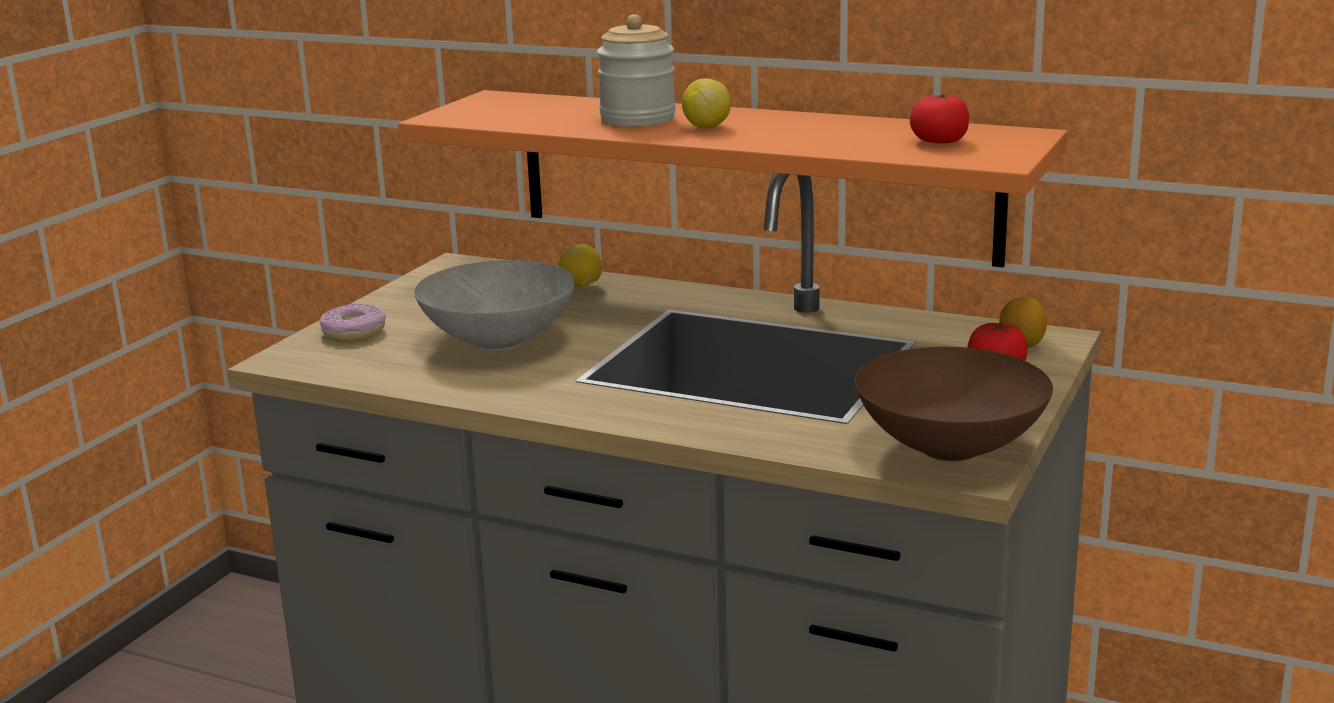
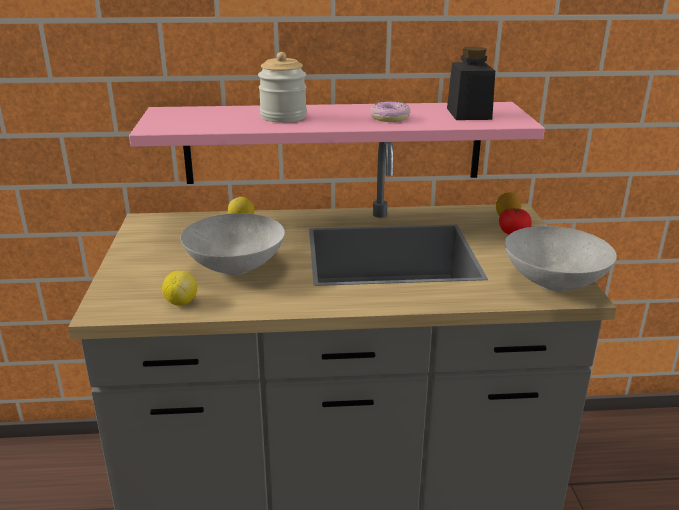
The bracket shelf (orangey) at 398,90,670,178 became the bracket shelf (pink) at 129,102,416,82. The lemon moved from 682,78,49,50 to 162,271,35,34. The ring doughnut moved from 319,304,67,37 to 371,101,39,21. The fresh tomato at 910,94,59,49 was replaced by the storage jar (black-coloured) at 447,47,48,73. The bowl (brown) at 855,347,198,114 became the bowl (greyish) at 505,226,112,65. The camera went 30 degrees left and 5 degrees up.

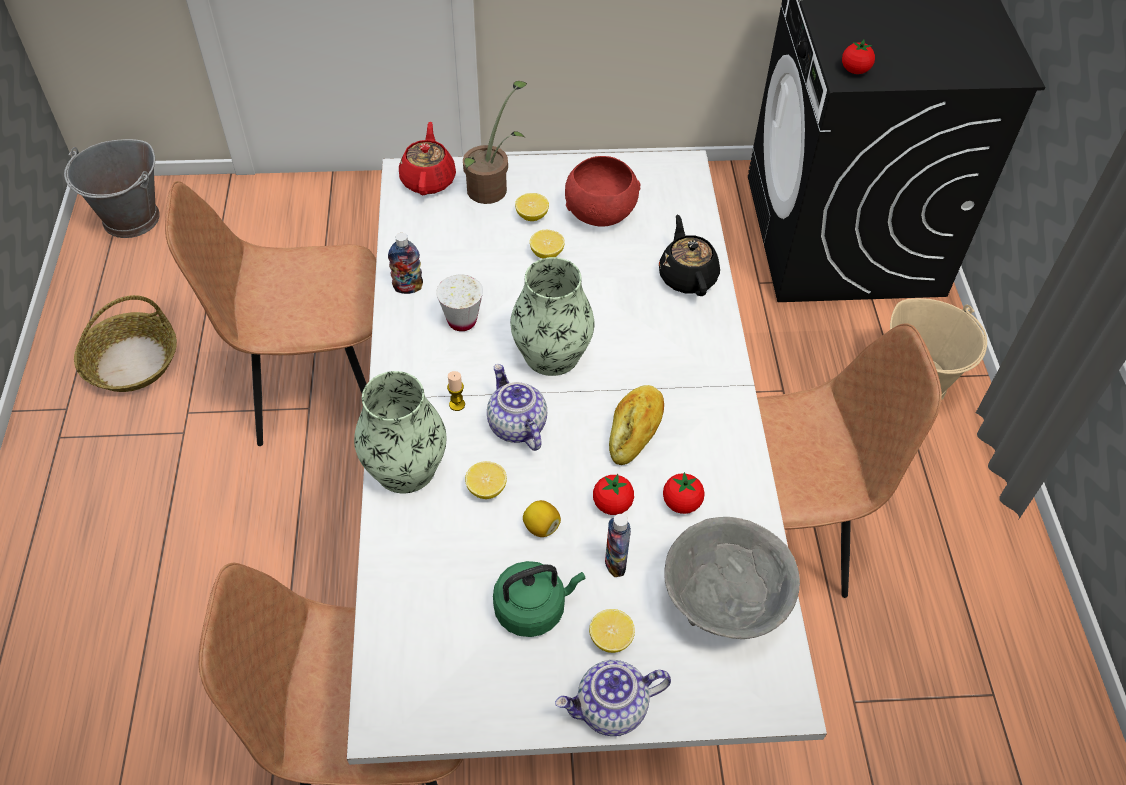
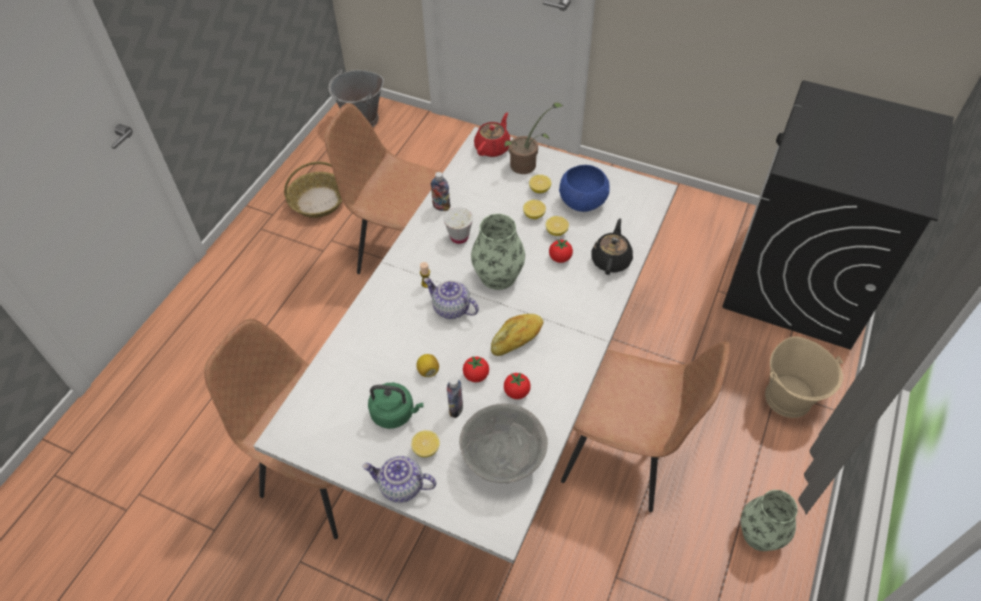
The teapot at 487,364,60,87 turned 60 degrees counterclockwise. The lemon moved from 465,461,42,38 to 546,216,23,20. The fresh tomato moved from 842,40,33,34 to 549,239,24,24. The bowl (red-coloured) at 565,156,76,71 became the bowl (blue-coloured) at 559,165,51,47. The flower vase moved from 354,371,92,122 to 741,490,57,61. The camera went 30 degrees right and 0 degrees up.

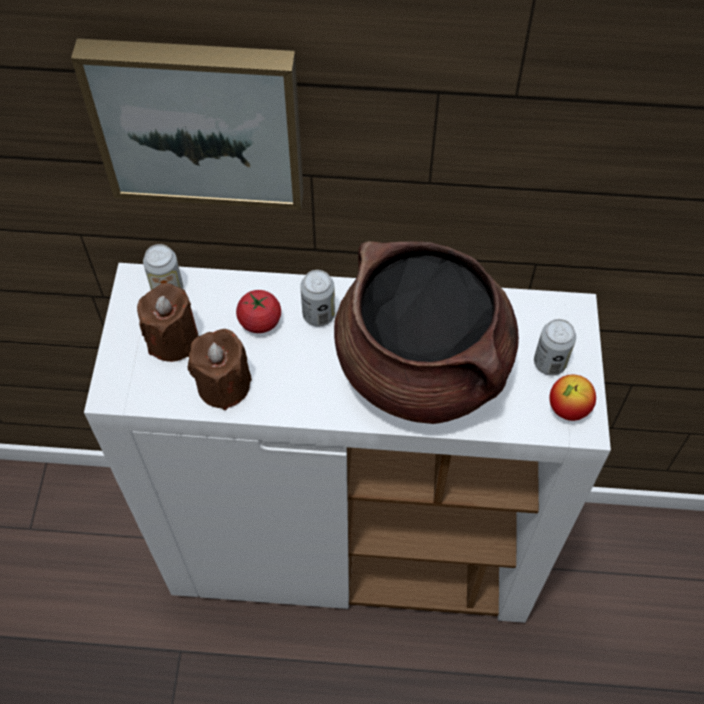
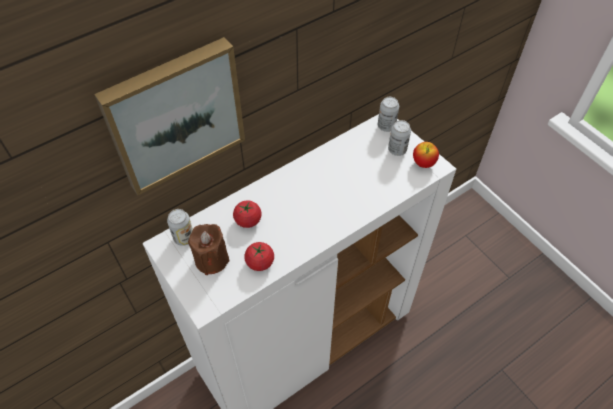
The wax candle (brown) at 188,329,64,81 was replaced by the fresh tomato at 244,242,30,29. The sealed can moved from 300,270,35,57 to 378,97,21,35. The stockpot (brown) at 334,241,185,183 disappeared. The camera went 40 degrees left and 5 degrees down.

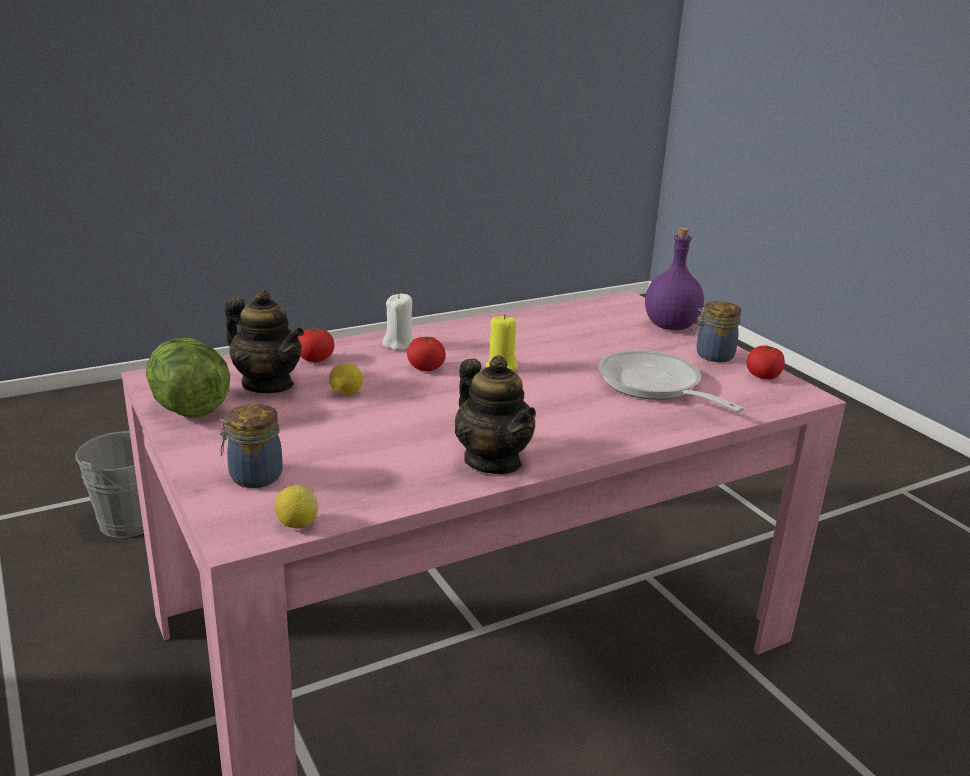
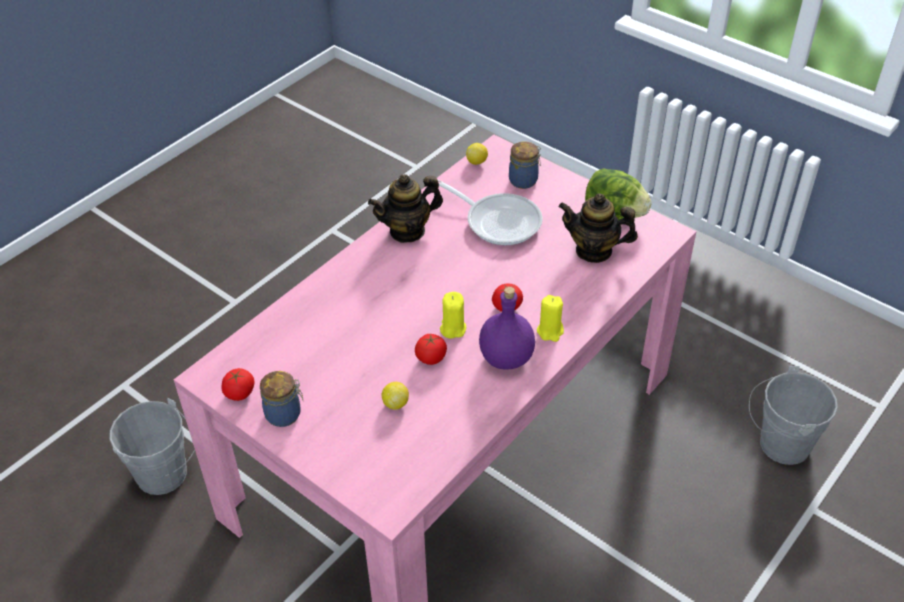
The water bucket (greyish) at 109,398,86,97 appeared. The teapot at 455,356,81,118 turned 60 degrees counterclockwise. The lemon moved from 329,363,34,32 to 382,382,27,28. The fresh tomato moved from 298,328,36,34 to 415,333,32,32. The skillet moved from 599,350,145,62 to 437,179,106,66. The bottle (purple) moved from 645,227,59,103 to 479,287,56,83. The wax candle (white-coloured) at 382,293,32,57 became the wax candle (yellow) at 537,295,27,47. The camera went 160 degrees right and 20 degrees up.

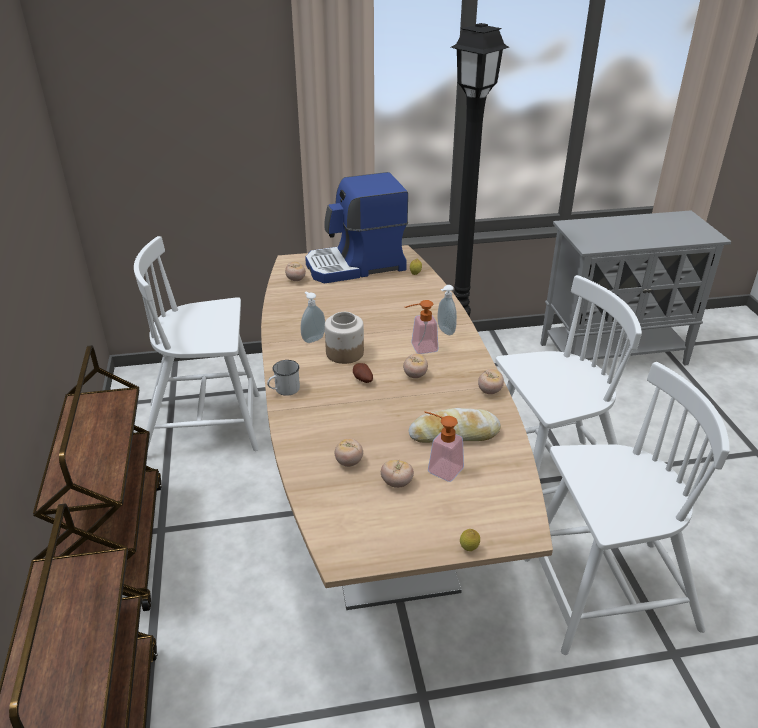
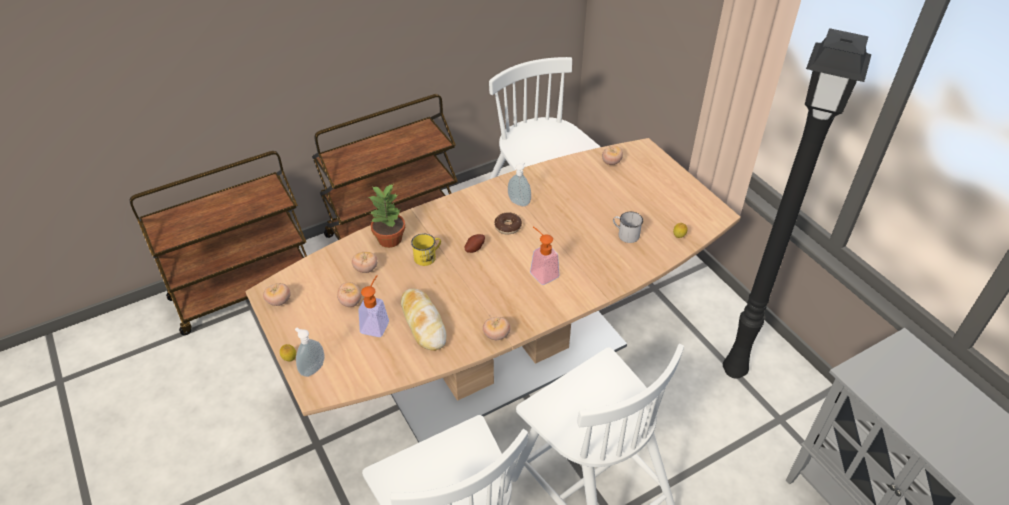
The fresh tomato moved from 403,354,25,24 to 263,283,28,23. The soap bottle moved from 438,285,19,50 to 295,328,29,49. The houseplant at 369,184,36,64 appeared. The mug (yellow) at 411,234,30,32 appeared. The storage jar at 325,312,39,52 was replaced by the ring doughnut at 494,212,28,23. The mug (white-coloured) moved from 267,360,33,36 to 613,212,30,31. The coffee brewer at 305,172,103,111 disappeared. The camera went 70 degrees right and 10 degrees up.

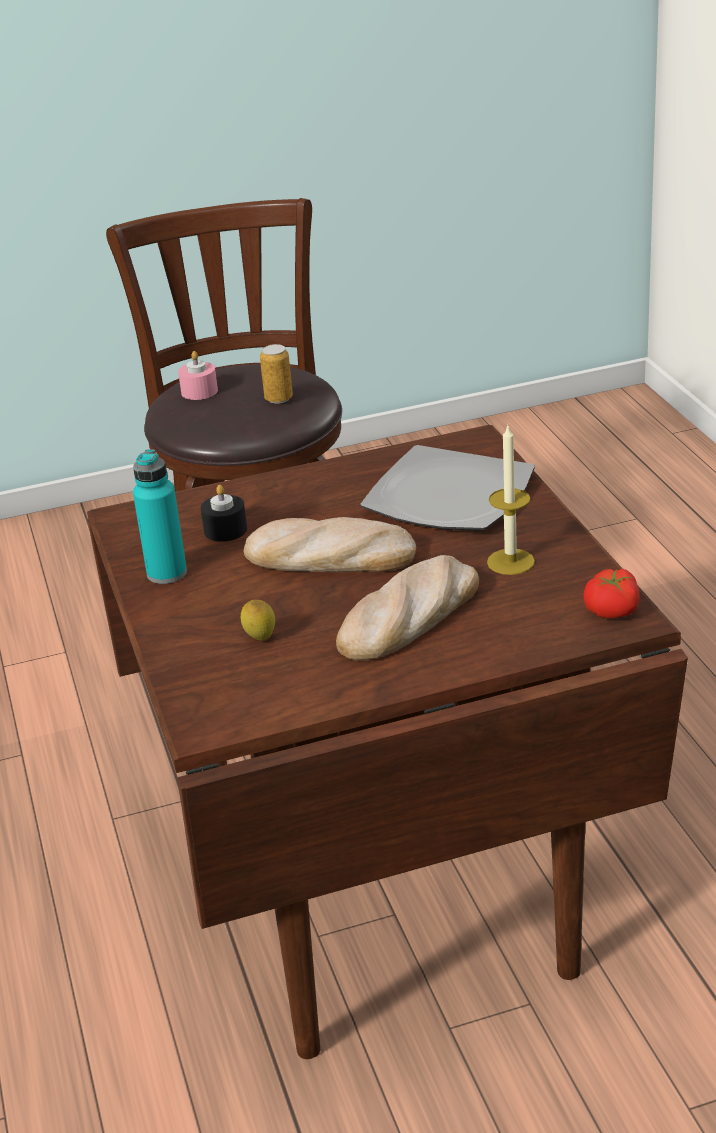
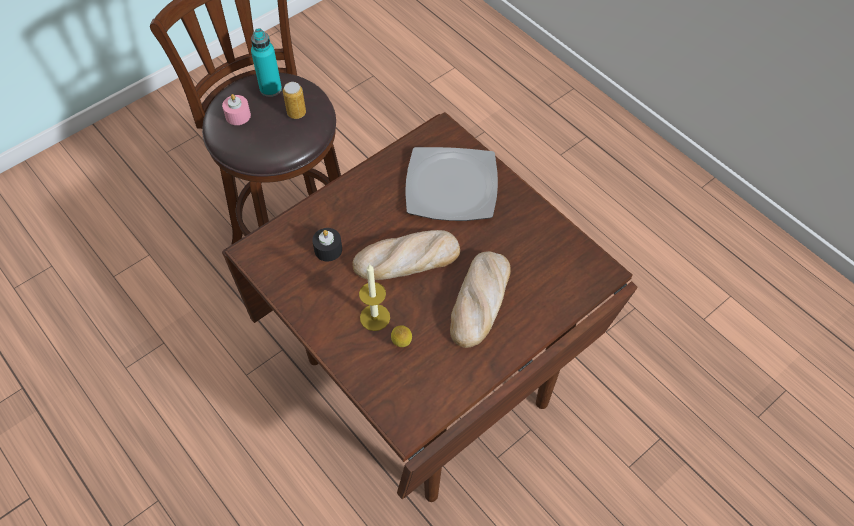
The bottle (turquoise) moved from 133,449,54,135 to 251,28,31,69. The wax candle moved from 487,426,48,149 to 359,264,31,67. The fresh tomato at 583,569,57,50 disappeared. The camera went 25 degrees left and 25 degrees up.

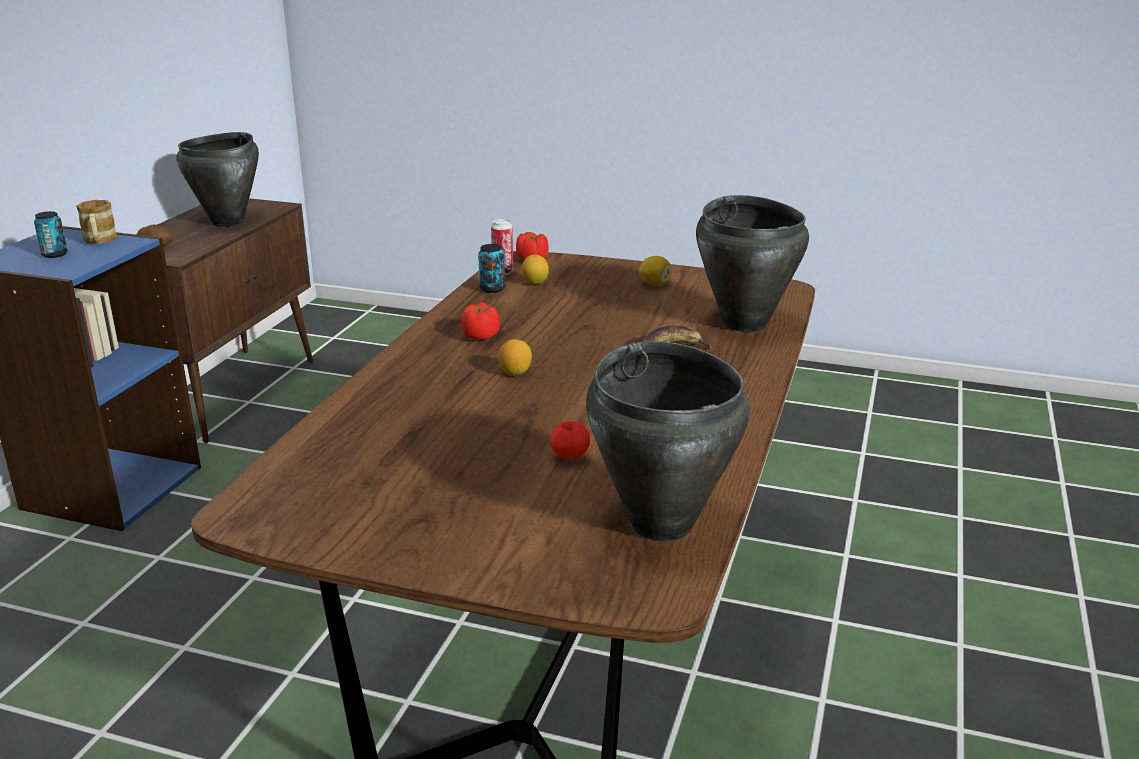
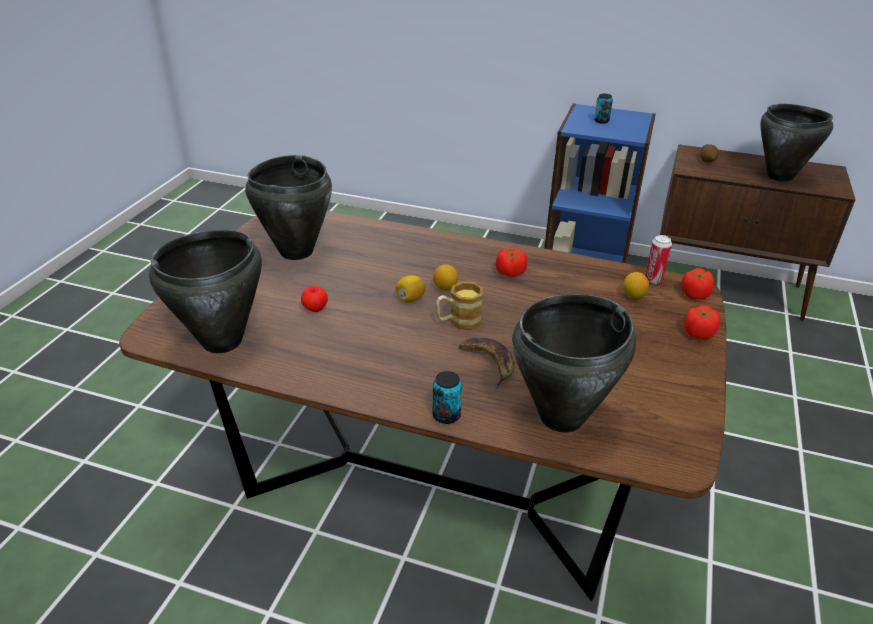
The stockpot (black-coloured) at 245,155,87,105 appeared. The lemon moved from 639,256,33,30 to 396,275,29,28. The sealed can moved from 478,244,27,49 to 433,371,29,53. The mug moved from 76,200,42,44 to 436,281,47,49. The fresh tomato at 684,305,36,34 appeared. The camera went 90 degrees right and 10 degrees up.

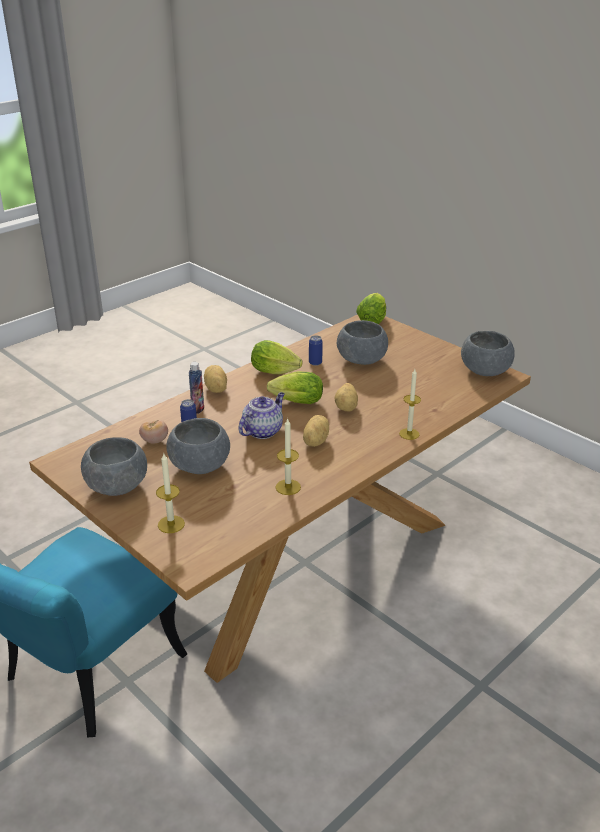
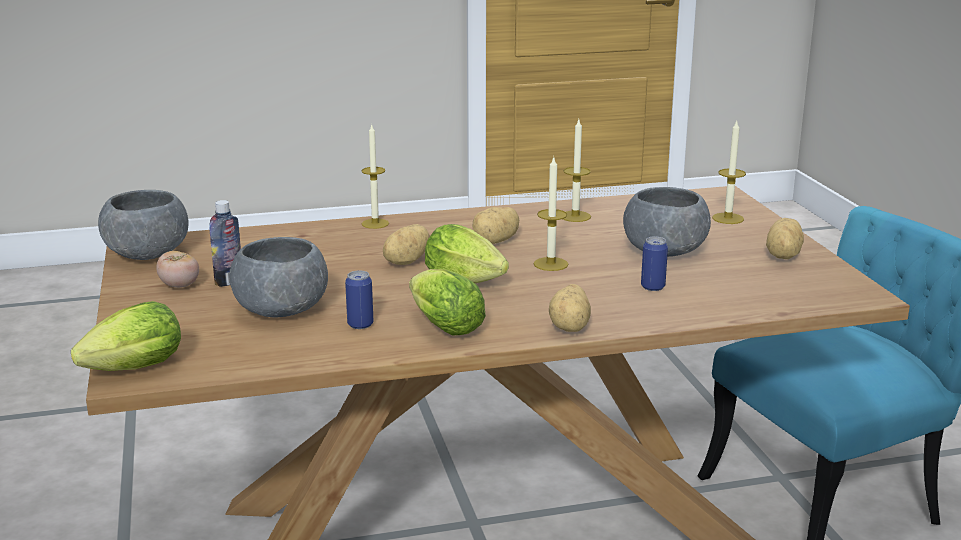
The fresh tomato moved from 139,420,29,24 to 156,251,43,37. The bottle moved from 189,362,15,52 to 209,200,32,87. The teapot at 239,392,46,47 was replaced by the wax candle at 534,158,34,113. The bowl (greyish) at 81,437,66,59 was replaced by the whole potato at 766,218,38,41. The camera went 150 degrees left and 10 degrees down.

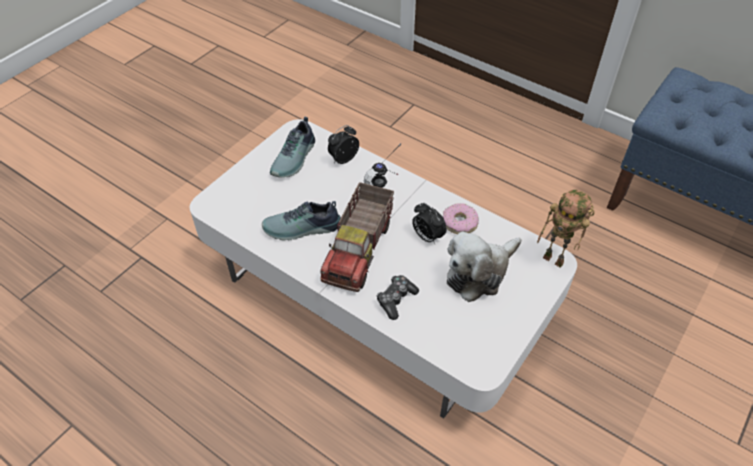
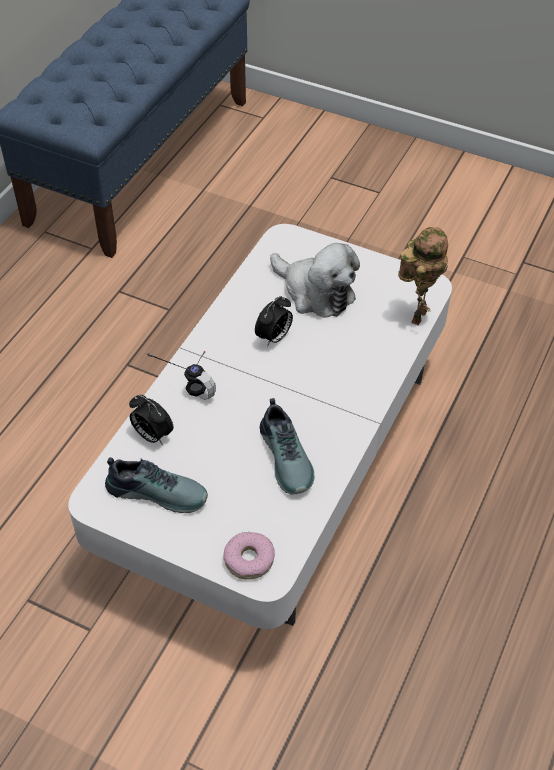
The ring doughnut moved from 443,203,36,31 to 223,532,52,48. The robot figure moved from 537,190,58,78 to 398,227,50,99. The toy truck at 321,182,73,110 disappeared. The game controller at 377,275,42,45 disappeared. The camera went 100 degrees left and 0 degrees up.

